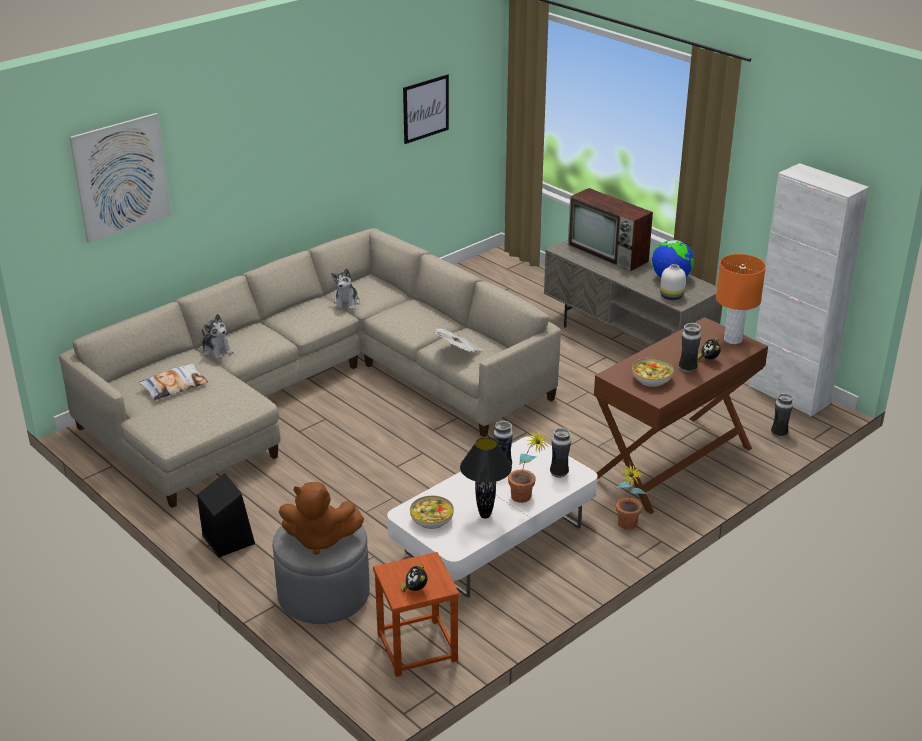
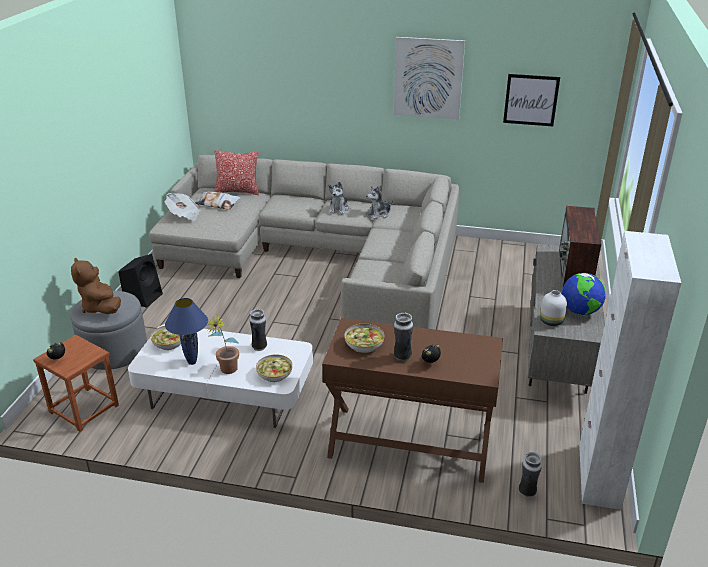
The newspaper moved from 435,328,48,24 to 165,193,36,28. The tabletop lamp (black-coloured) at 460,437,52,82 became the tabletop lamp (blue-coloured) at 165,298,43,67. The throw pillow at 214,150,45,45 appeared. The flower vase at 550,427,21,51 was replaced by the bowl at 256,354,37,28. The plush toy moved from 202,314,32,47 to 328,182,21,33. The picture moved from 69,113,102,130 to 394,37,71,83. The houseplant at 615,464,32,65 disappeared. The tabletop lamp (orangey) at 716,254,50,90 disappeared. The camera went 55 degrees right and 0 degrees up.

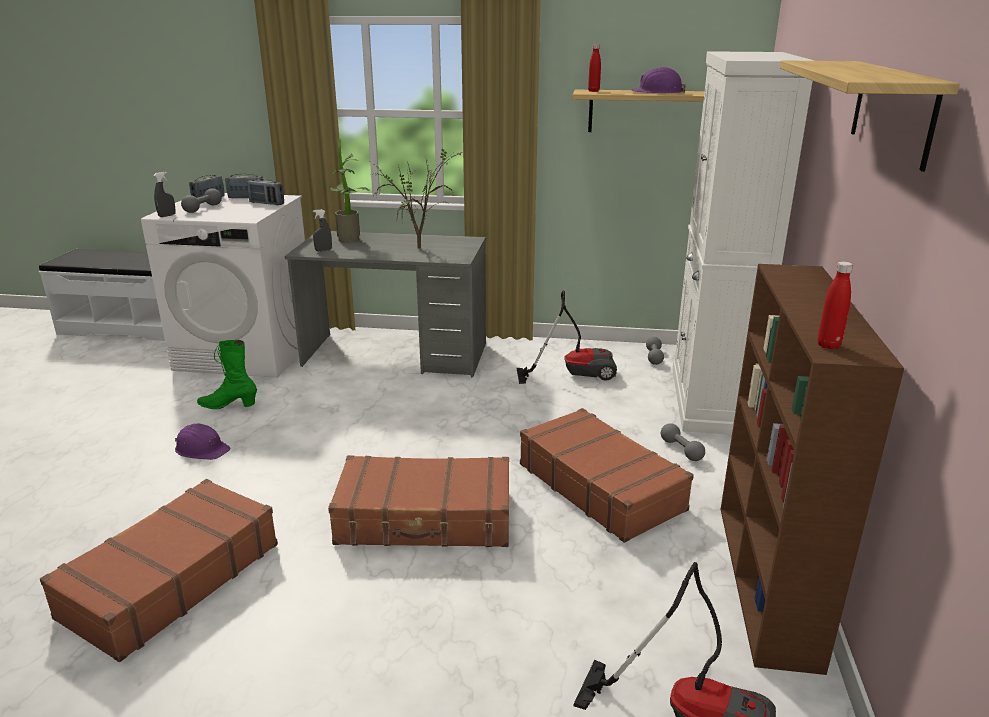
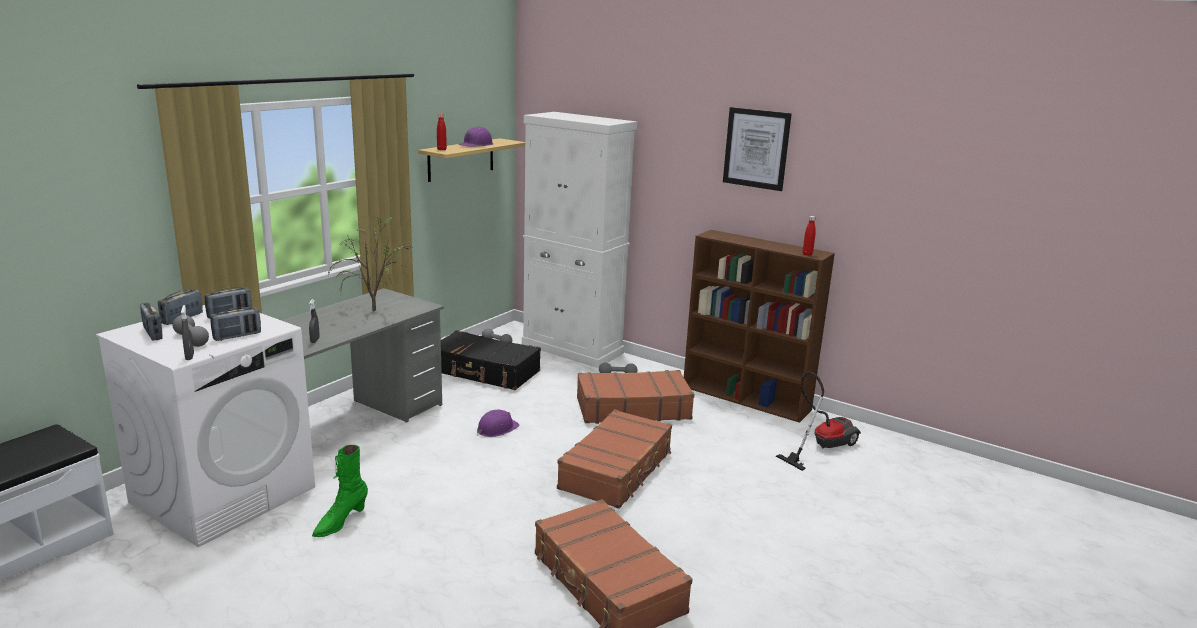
The radio at 210,307,51,34 appeared. The vacuum at 516,290,101,94 was replaced by the piece of luggage (black-coloured) at 441,330,100,60. The safety helmet (purple) moved from 175,424,56,36 to 477,410,43,27. The bracket shelf at 780,60,180,111 was replaced by the picture at 723,107,69,84. The houseplant at 329,139,41,104 disappeared. The camera went 65 degrees left and 5 degrees down.

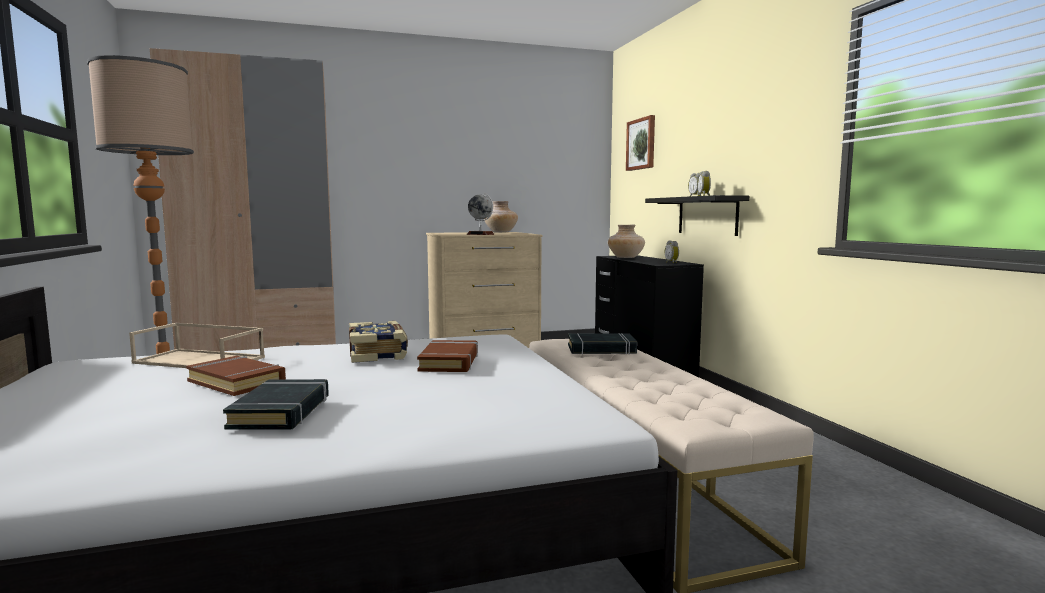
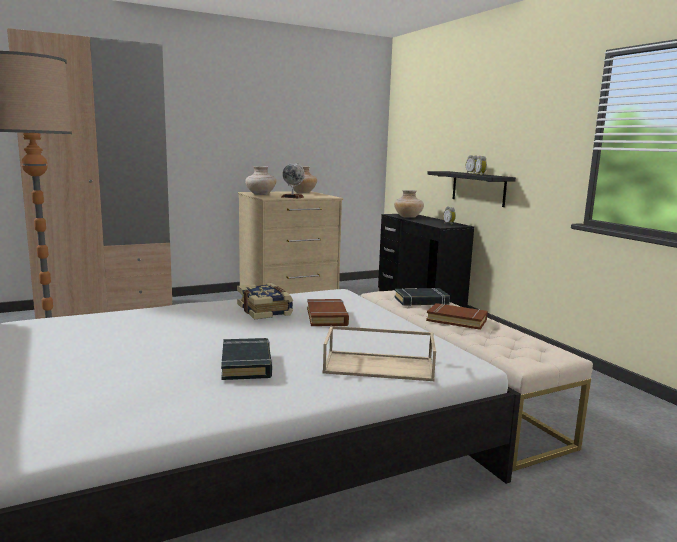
The flower vase (beige) at 245,166,31,29 appeared. The carrying tray (beige) moved from 129,323,136,45 to 322,326,114,55. The volume (brown) moved from 186,356,100,40 to 426,303,62,27. The picture at 626,115,29,56 disappeared. The camera went 10 degrees left and 5 degrees up.

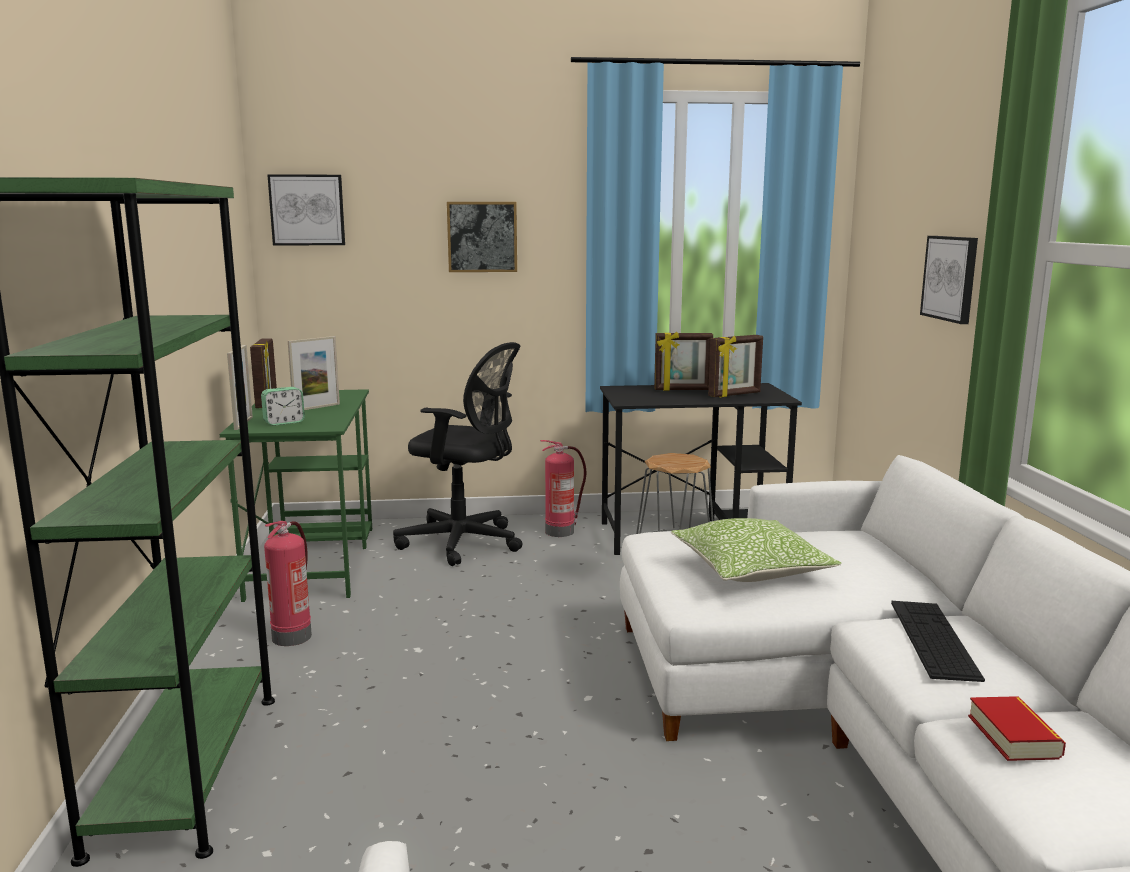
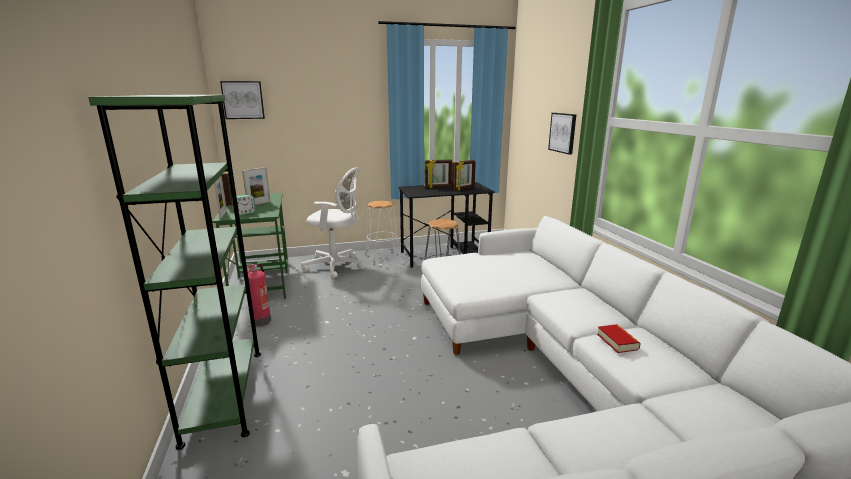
The office chair (black-coloured) at 393,342,130,224 became the office chair (white-coloured) at 301,167,65,112. The fire-fighting cylinder at 540,440,46,97 was replaced by the stool seat (white-coloured) at 366,200,33,64. The picture at 447,202,70,70 disappeared. The throw pillow at 671,518,171,64 disappeared. The keyboard at 891,601,94,81 disappeared. The camera went 10 degrees left and 5 degrees up.

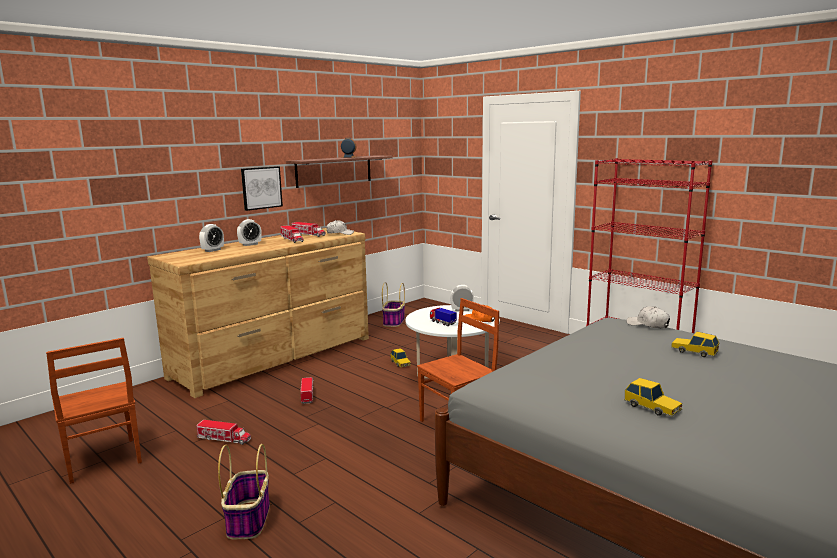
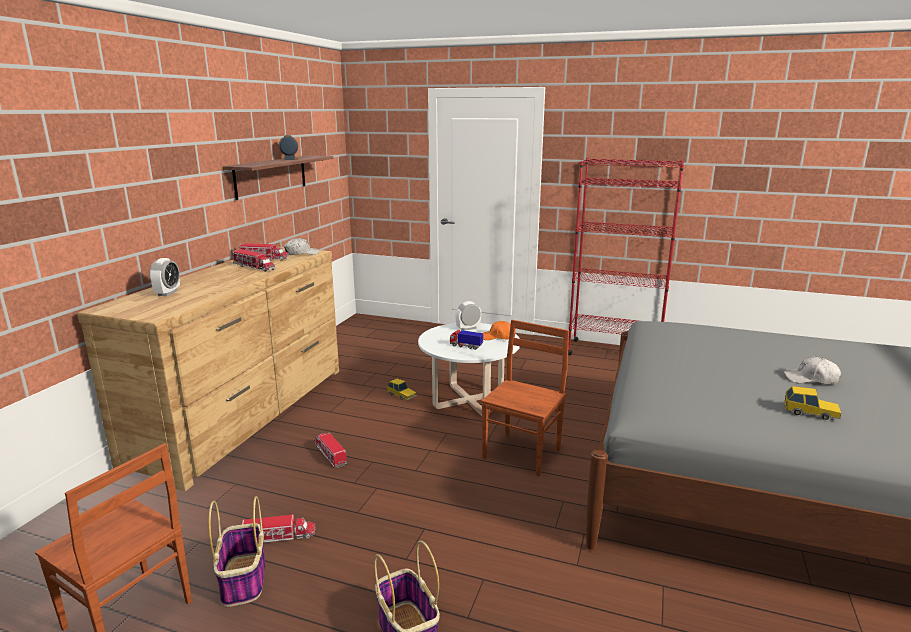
The household basket moved from 382,282,23,45 to 208,496,57,111. The cap (white-coloured) moved from 627,306,43,23 to 783,357,58,27. The alarm clock at 237,219,25,27 disappeared. The picture at 241,166,42,45 disappeared. The toy car at 671,332,48,25 disappeared. The camera went 25 degrees left and 5 degrees up.

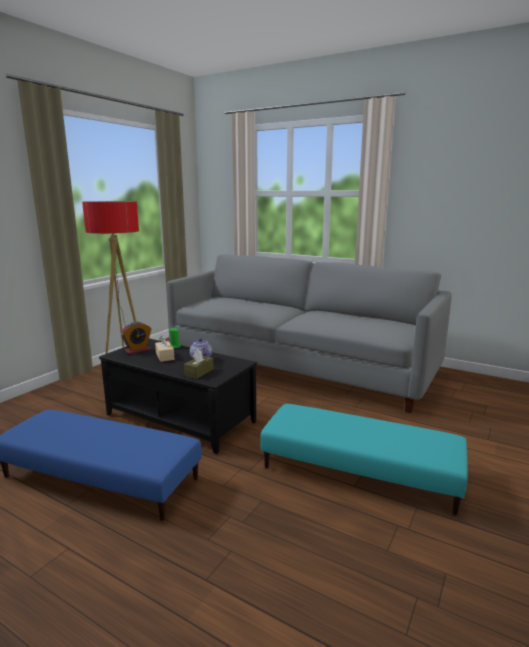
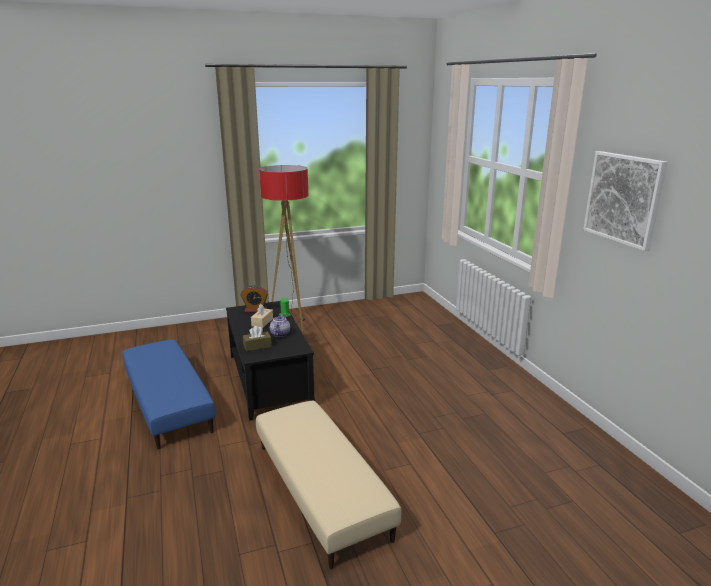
The ottoman (turquoise) at 260,404,208,111 became the ottoman (beige) at 256,401,145,168. The picture at 583,151,84,100 appeared. The settee (greyish) at 166,254,286,159 disappeared. The camera went 40 degrees right and 5 degrees up.

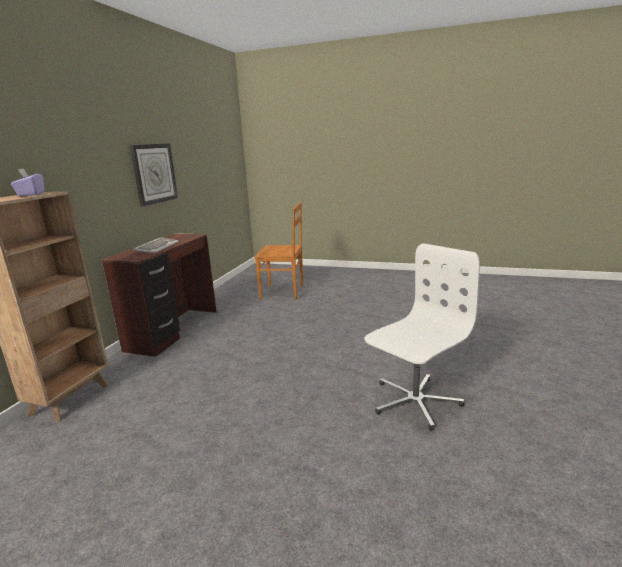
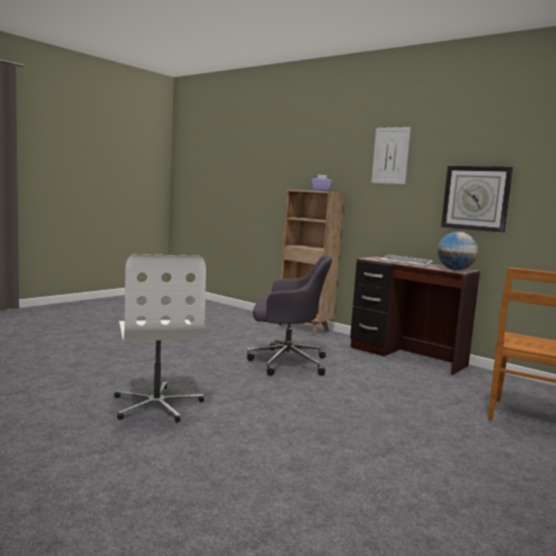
The office chair (greyish) at 247,255,85,121 appeared. The picture at 371,127,40,57 appeared. The desk globe at 438,232,40,38 appeared. The camera went 110 degrees right and 10 degrees down.

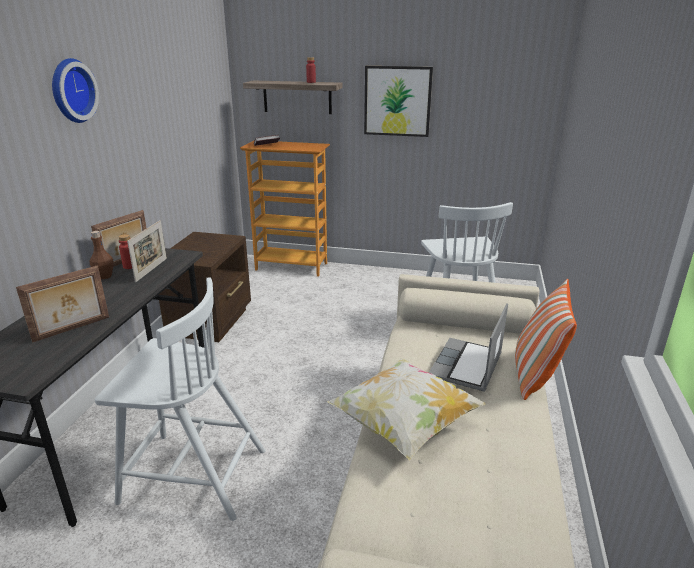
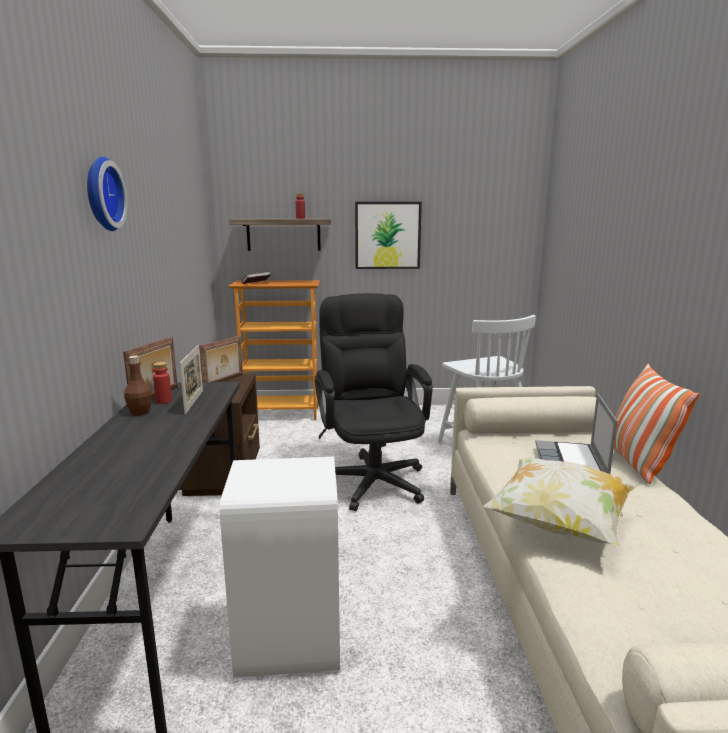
The standing frame moved from 16,265,93,77 to 199,336,44,46. The chair (white-coloured) at 95,278,171,243 was replaced by the rubbish bin (white-coloured) at 220,457,120,221. The office chair (black-coloured) at 315,293,118,218 appeared. The camera went 15 degrees left and 10 degrees down.

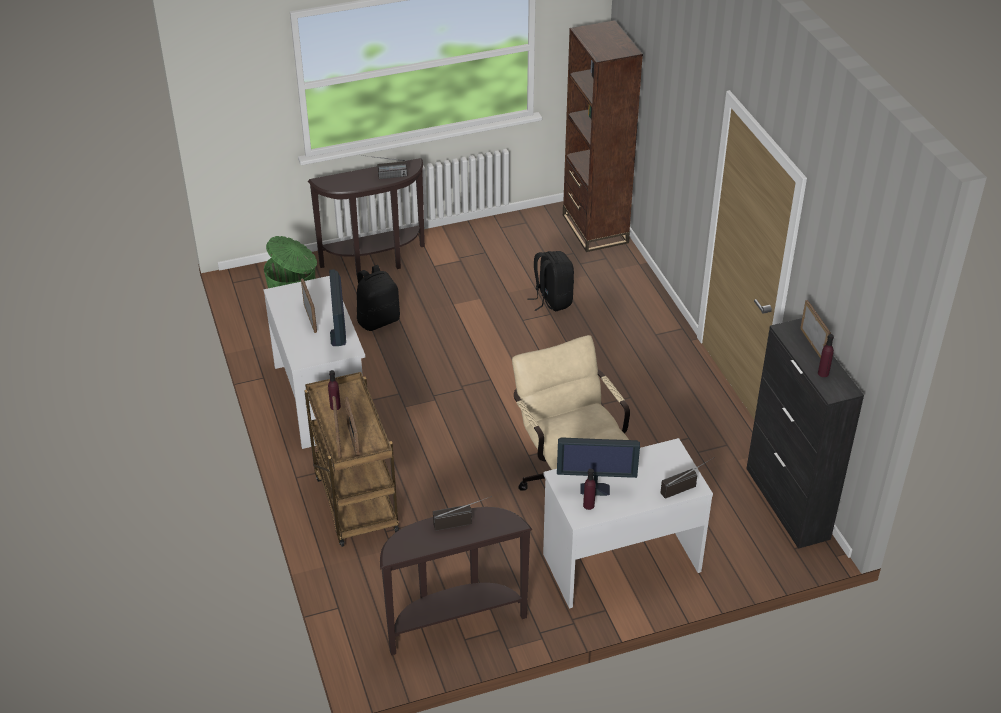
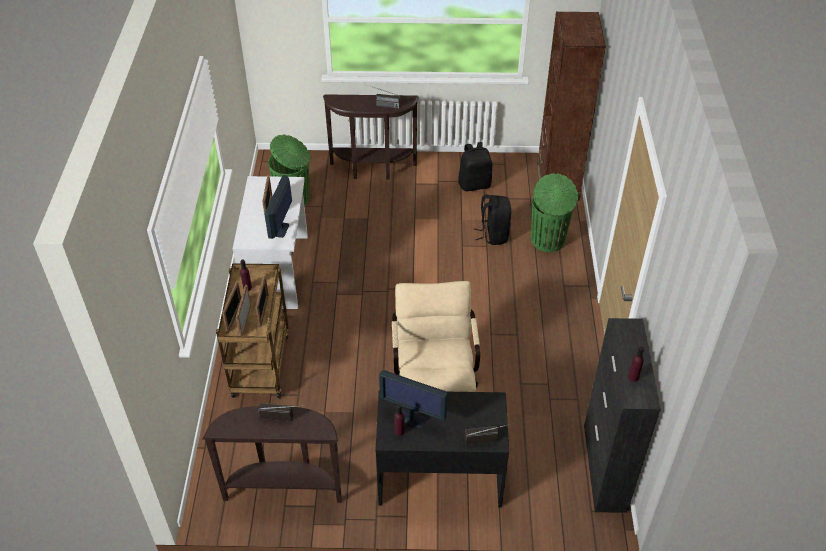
The standing frame moved from 800,300,31,59 to 255,275,14,52. The desk unit (white-coloured) at 543,438,170,171 became the desk unit (black-coloured) at 375,390,134,118. The backpack (black-coloured) moved from 357,265,43,66 to 458,142,34,49. The rubbish bin (green-coloured) at 531,173,47,79 appeared. The camera went 20 degrees right and 5 degrees up.

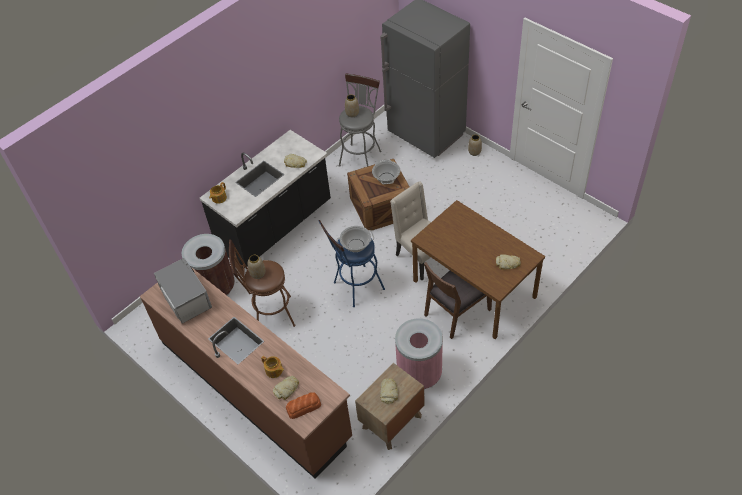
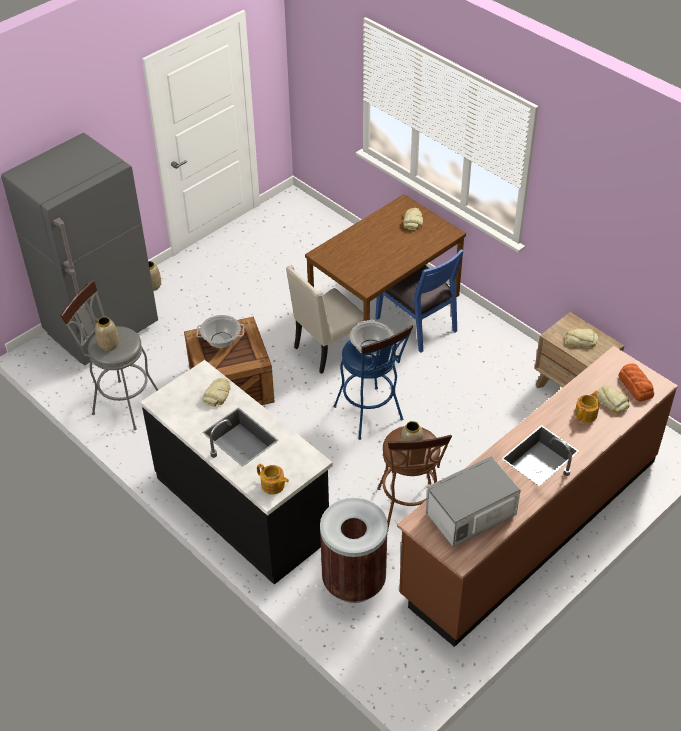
The chair (brown) at 424,262,68,77 became the chair (blue-coloured) at 375,249,89,104. The rubbish bin (pink) at 395,318,48,71 disappeared. The camera went 90 degrees left and 5 degrees down.

